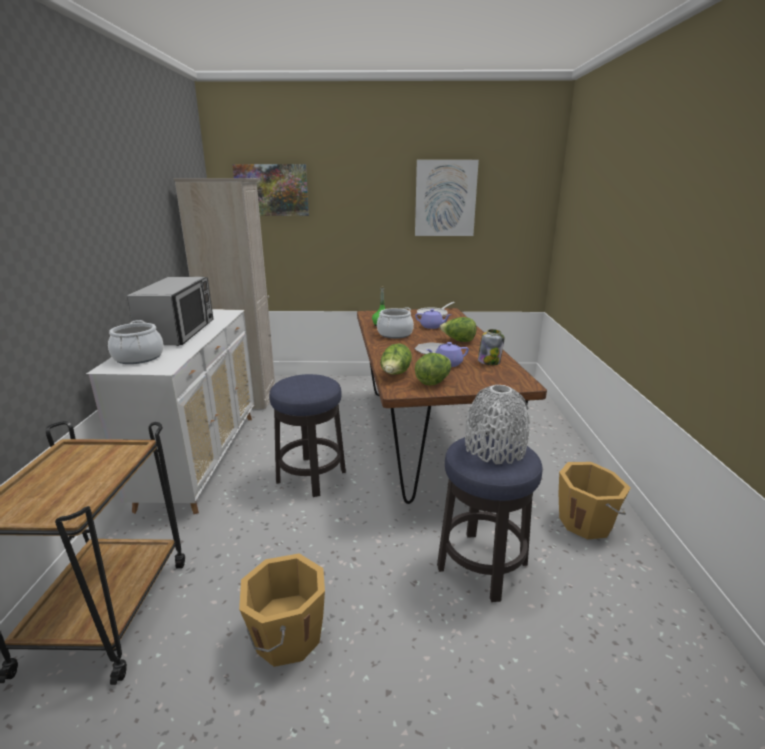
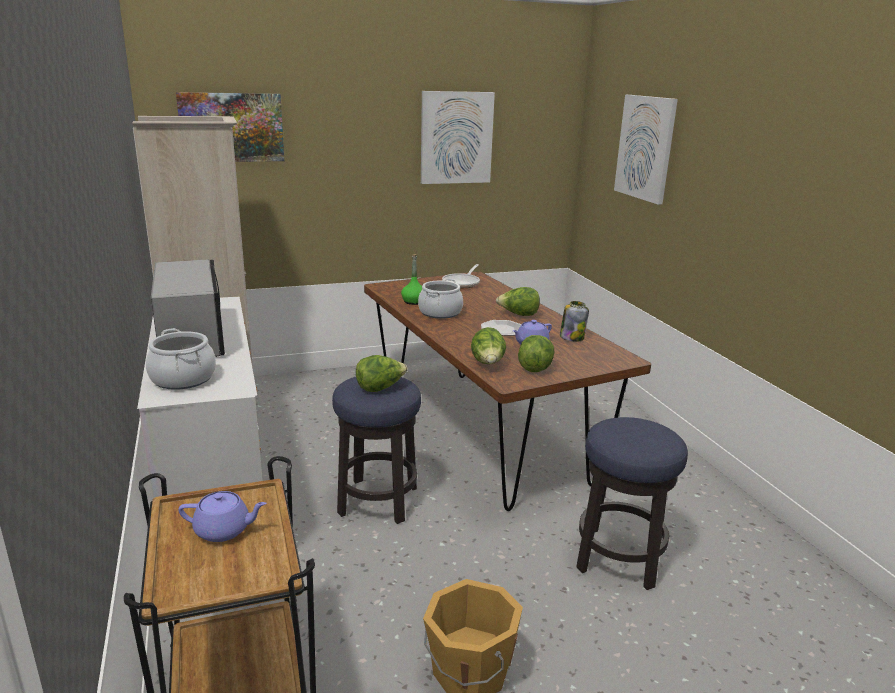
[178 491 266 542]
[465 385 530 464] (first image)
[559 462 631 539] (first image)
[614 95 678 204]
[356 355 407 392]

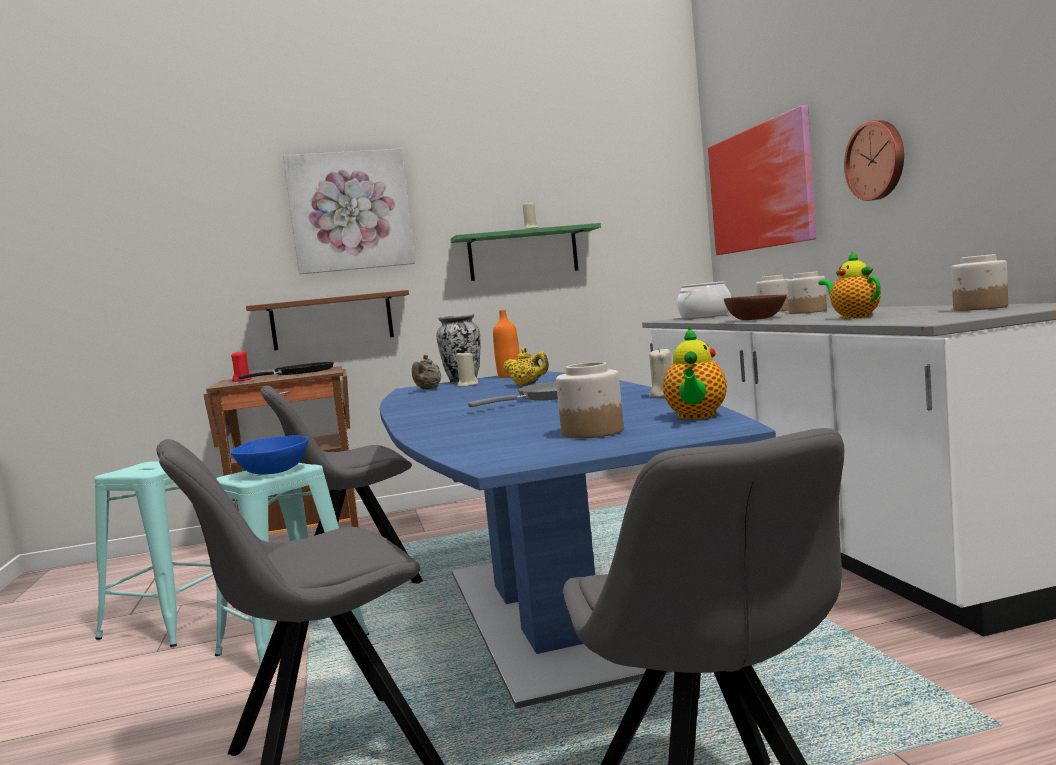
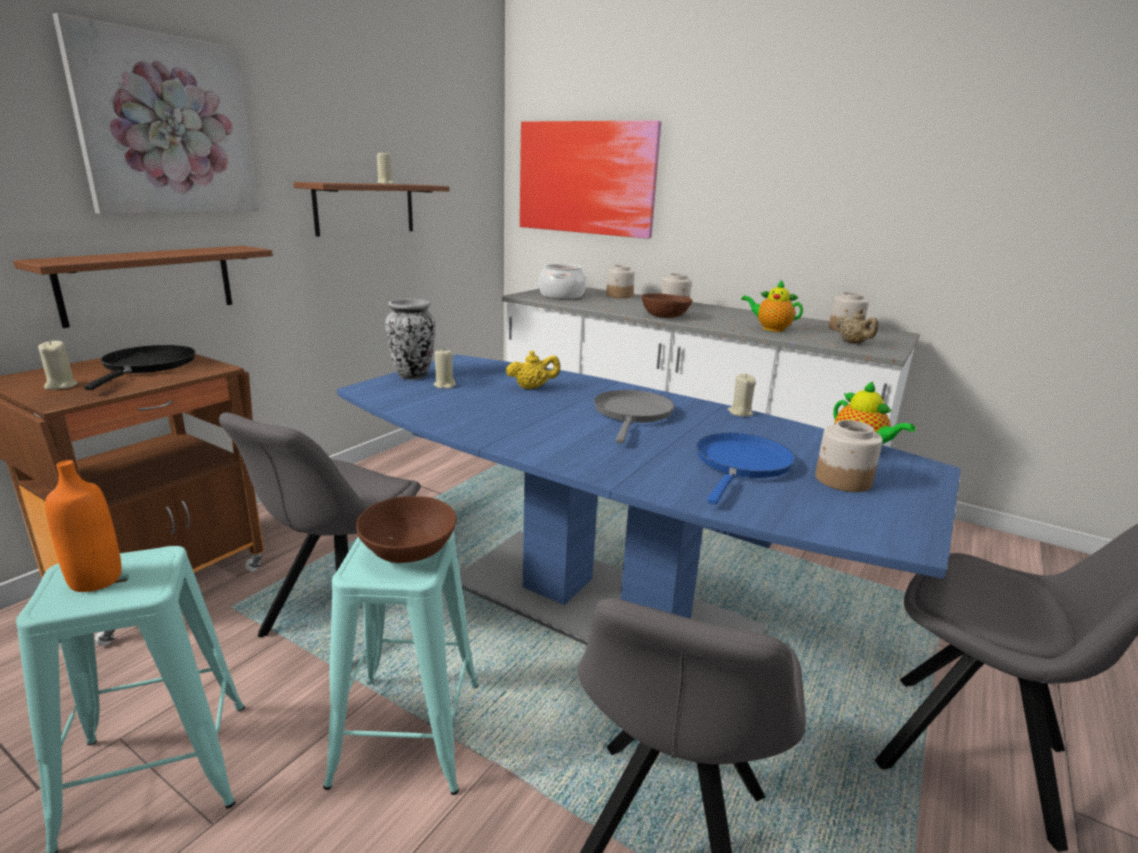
[844 120 904 201] (first image)
[293 182 450 237]
[45 460 122 592]
[38 340 78 390]
[836 309 879 344]
[356 496 457 563]
[696 433 795 504]

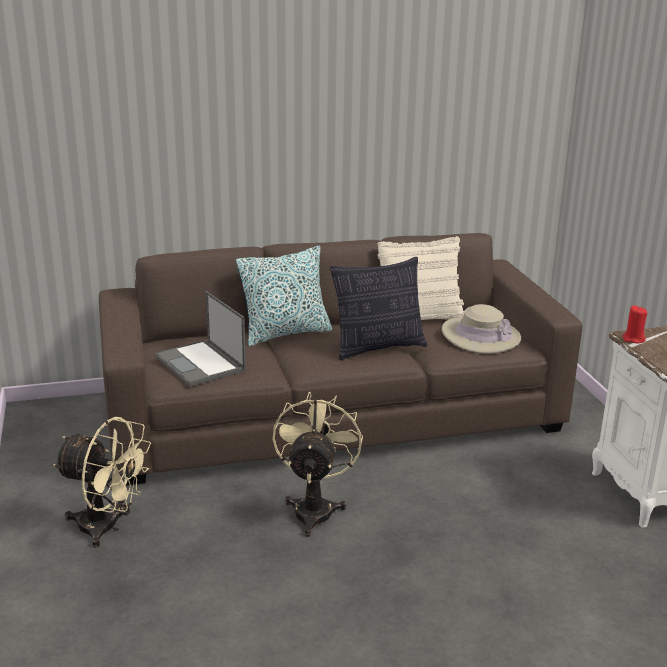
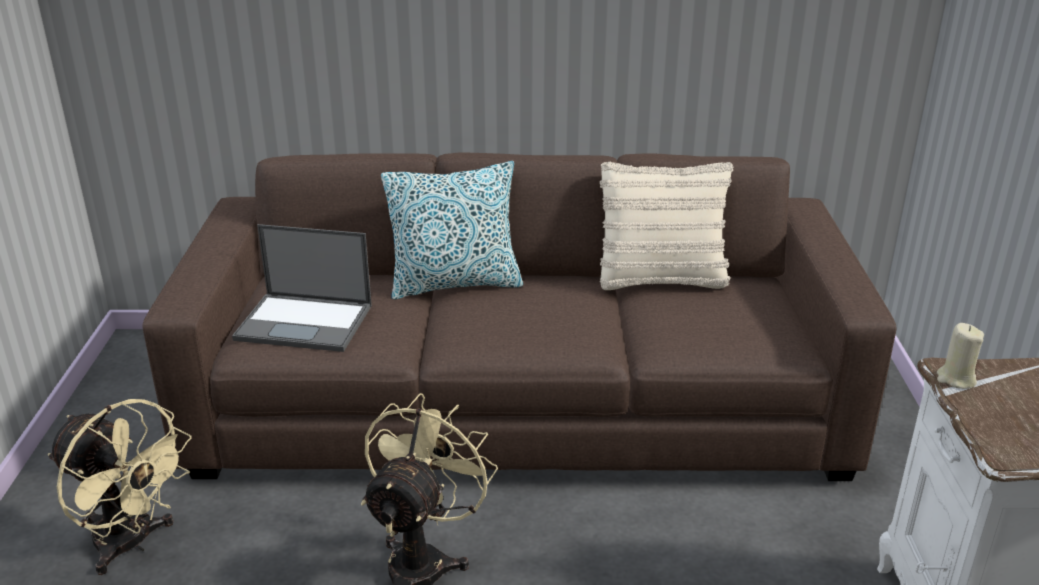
[330 257 427 360] (first image)
[232 224 372 352]
[442 304 521 354] (first image)
[937 323 984 389]

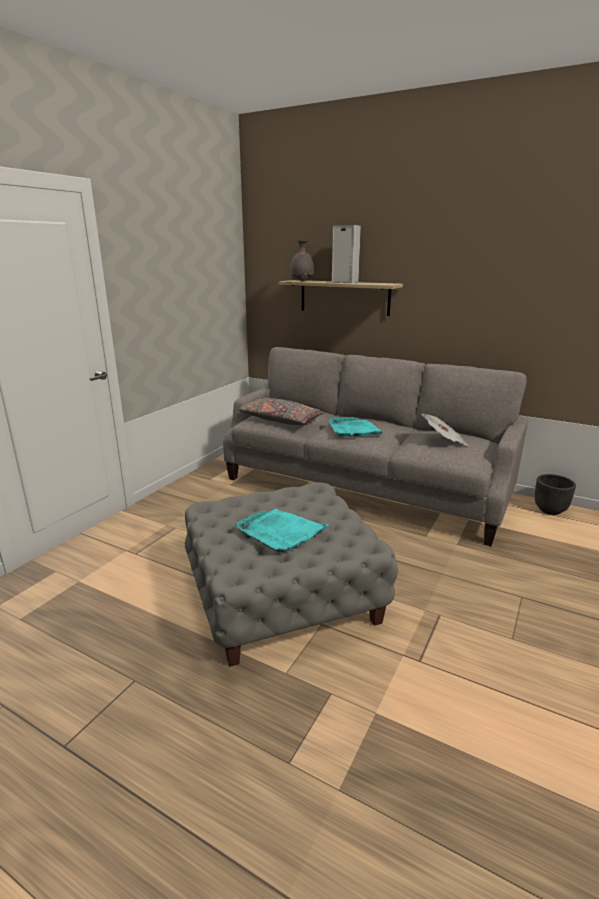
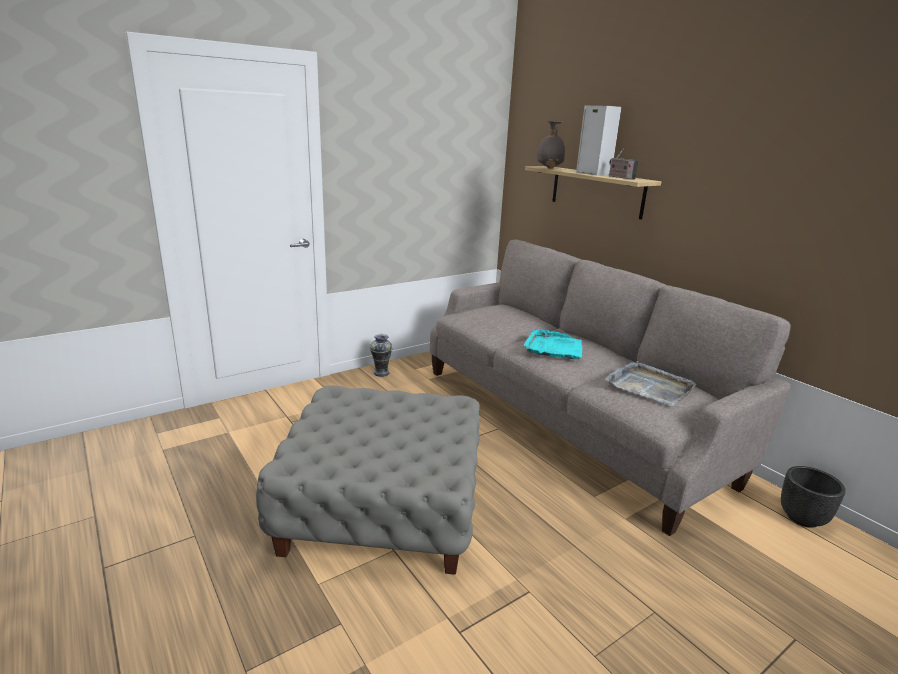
[239 398 324 425] (first image)
[605 361 696 406]
[235 509 329 553] (first image)
[609 149 638 180]
[370 334 393 377]

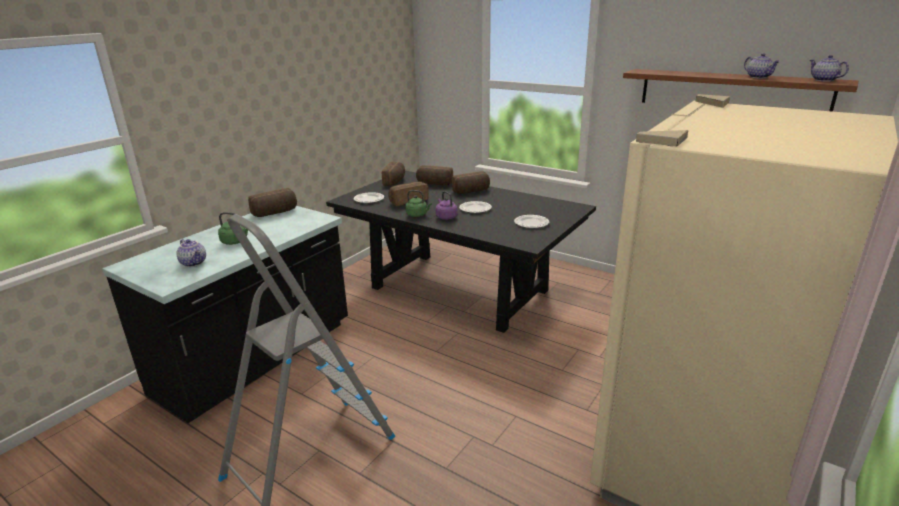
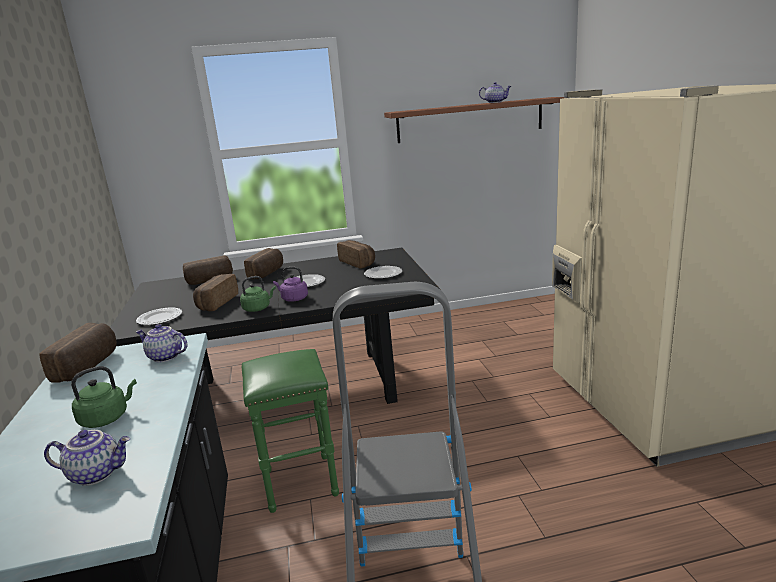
[136 324 187 363]
[337 240 375 269]
[242 349 339 513]

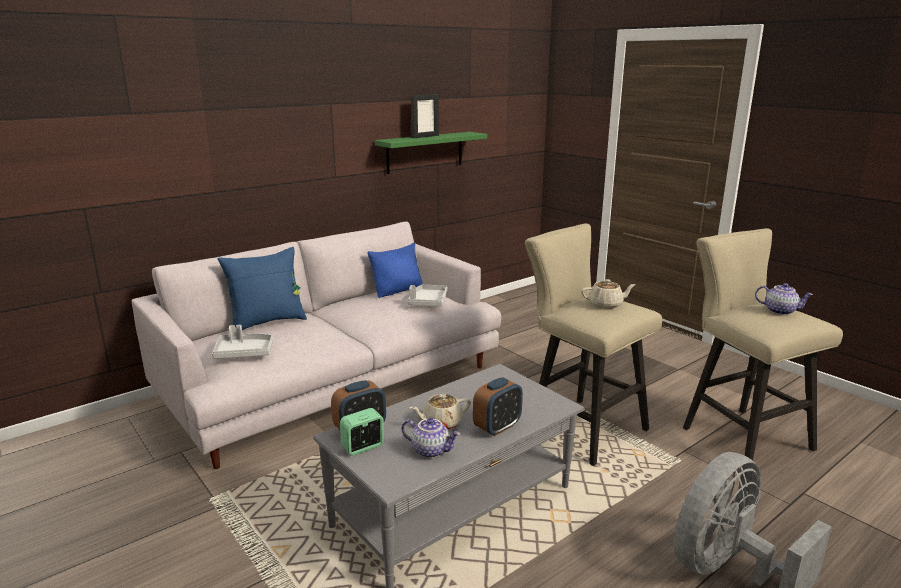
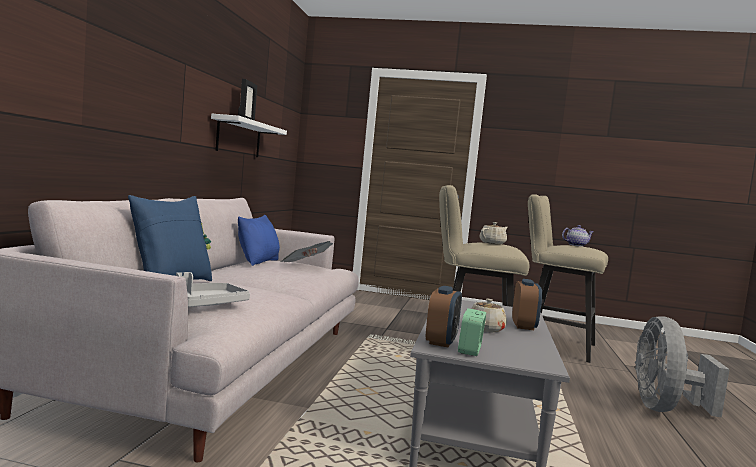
[211 114 287 157]
[280 241 333 262]
[402 418 460 458] (first image)

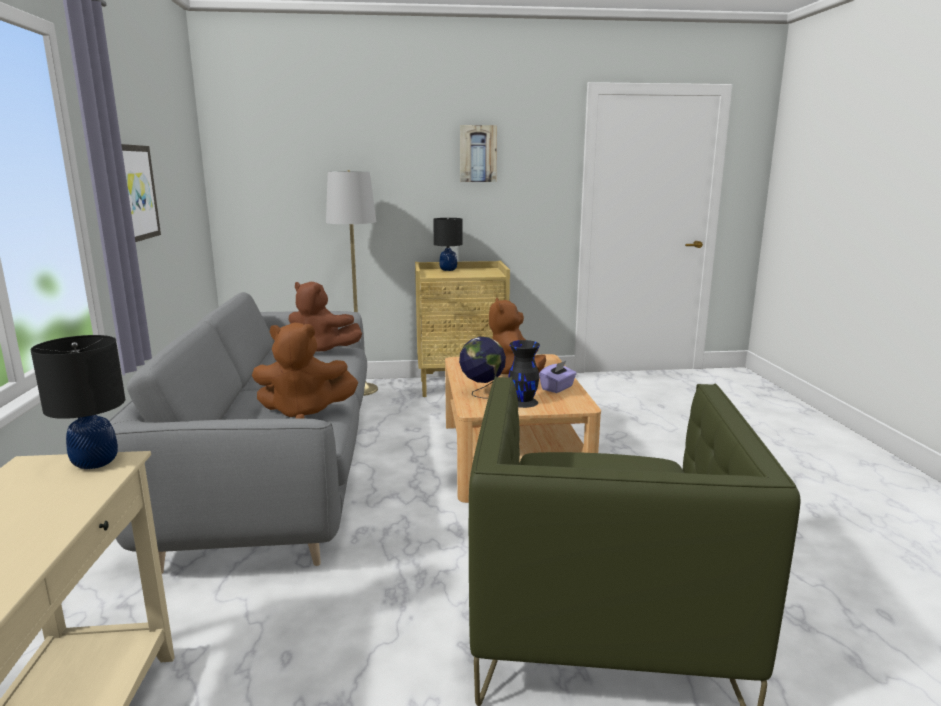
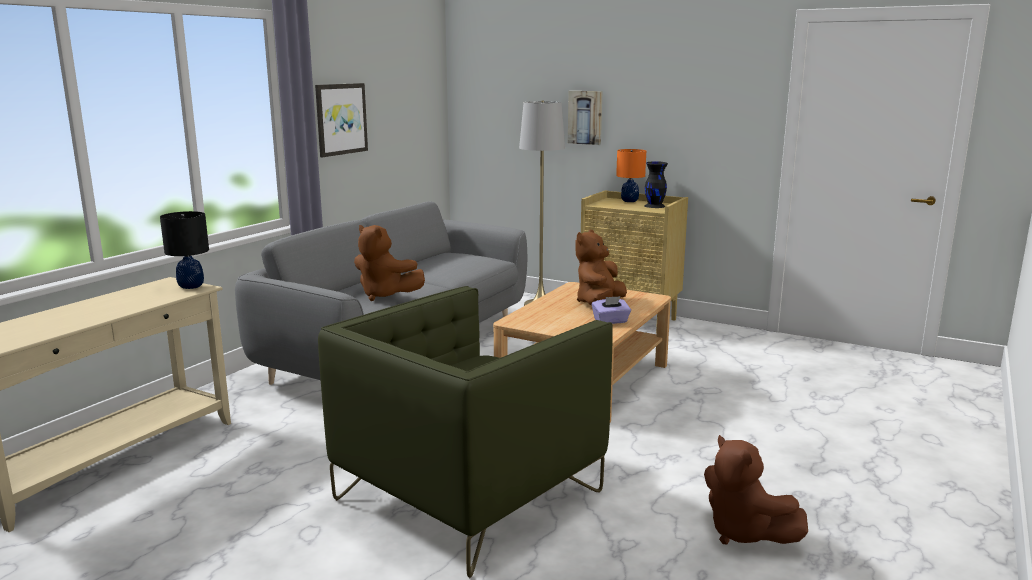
[568 91 603 145]
[616 149 646 202]
[704 435 808 545]
[459 337 506 398] (first image)
[644 161 668 208]

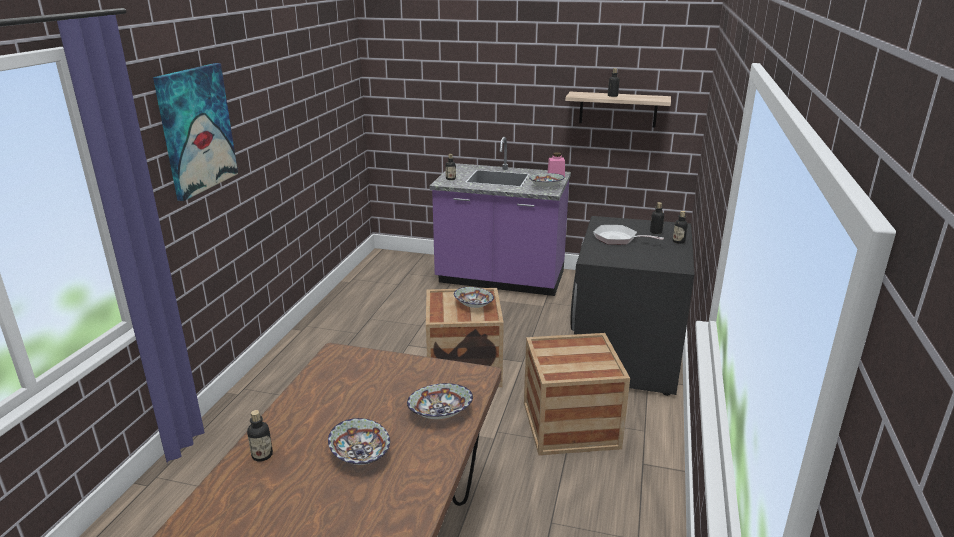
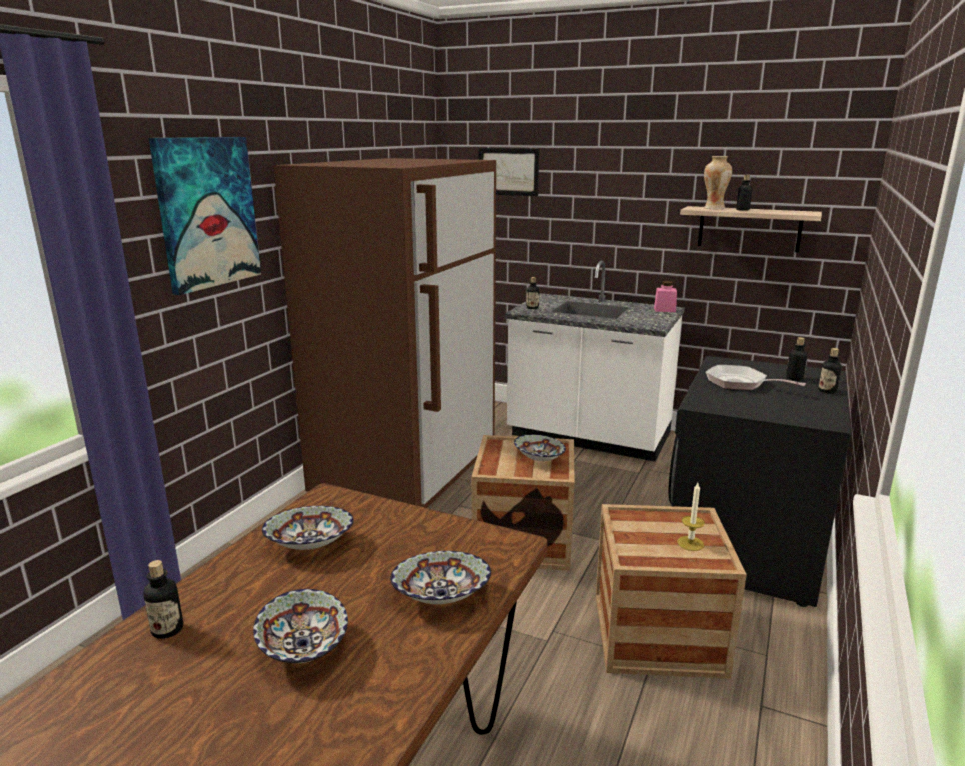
[505 261 685 461]
[262 506 354 550]
[479 148 539 196]
[704 156 732 209]
[273 158 496 508]
[677 483 705 551]

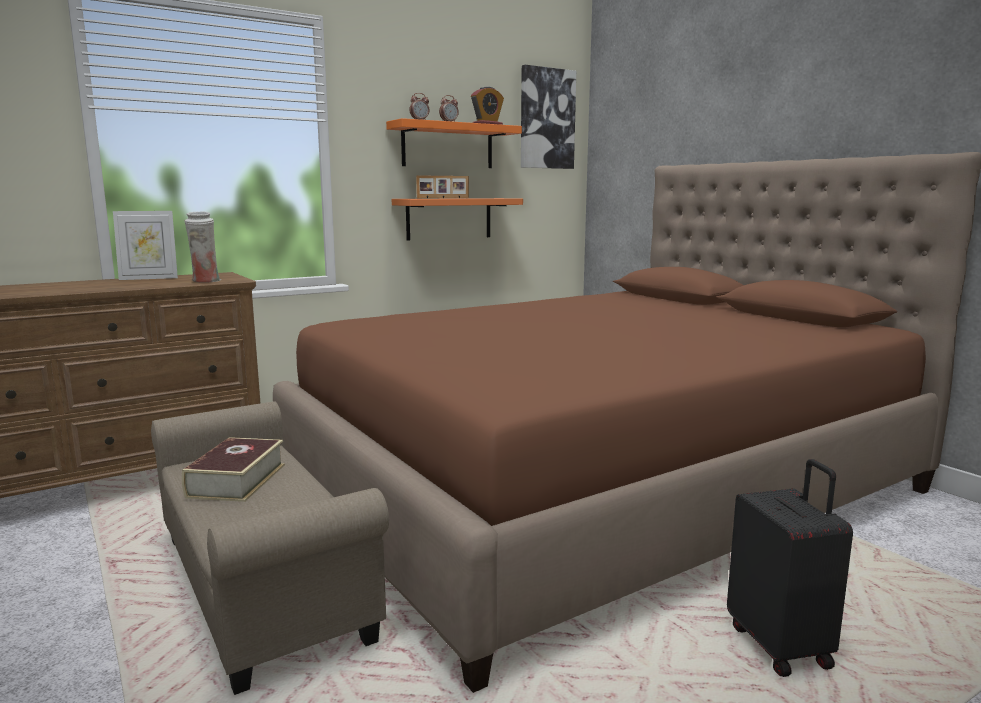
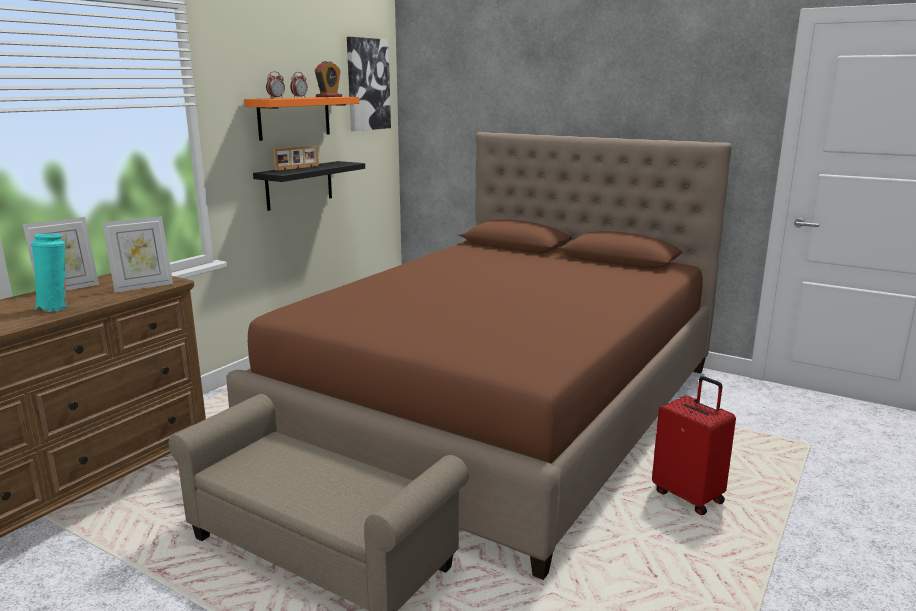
[253 161 365 211]
[102 216 173 293]
[182 437 285 502] (first image)
[652 376 736 515]
[31 234 68 312]

